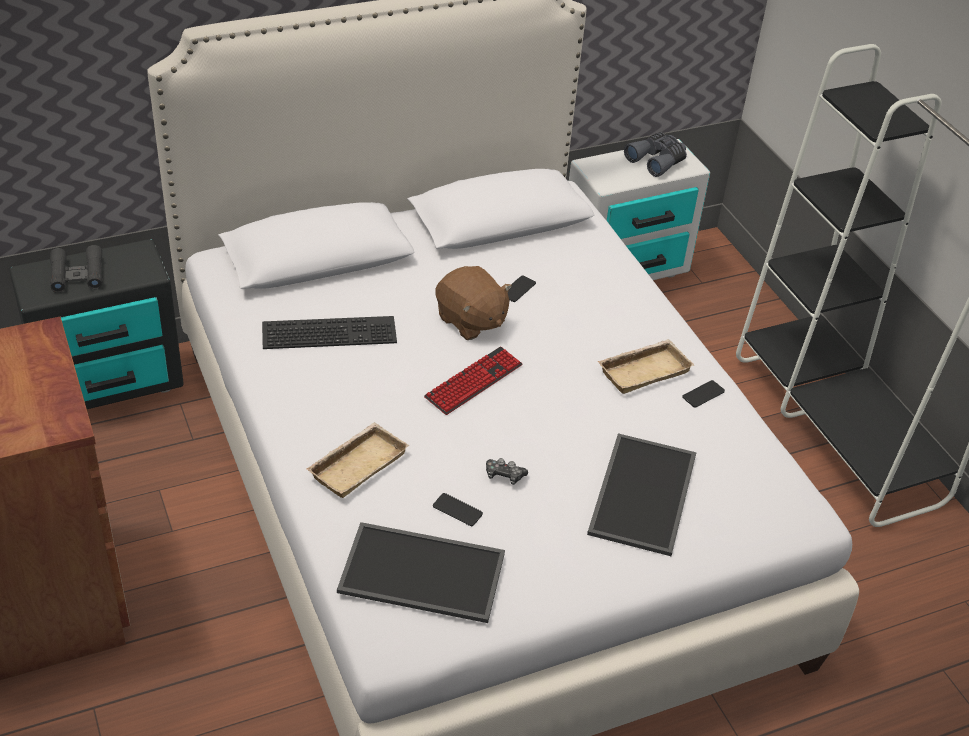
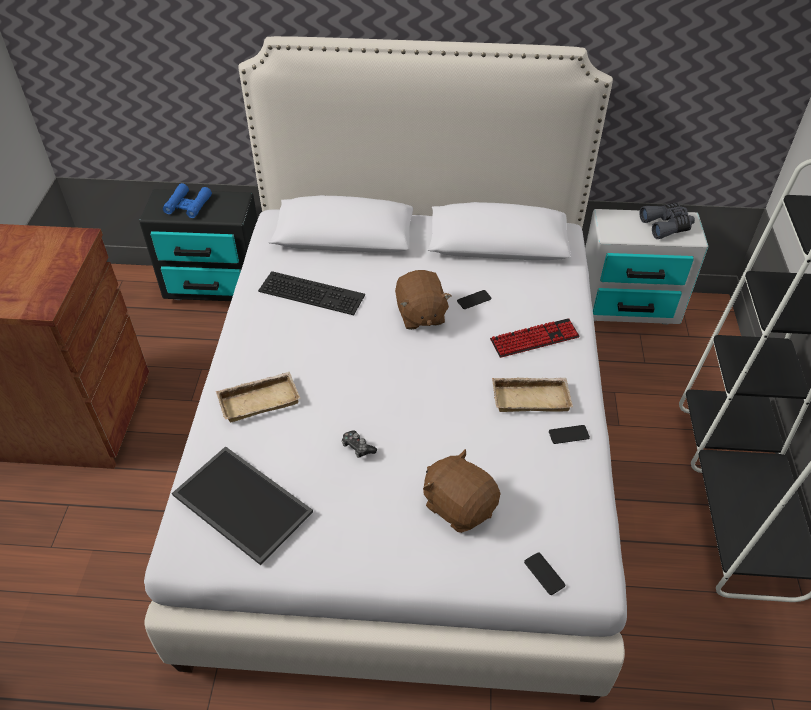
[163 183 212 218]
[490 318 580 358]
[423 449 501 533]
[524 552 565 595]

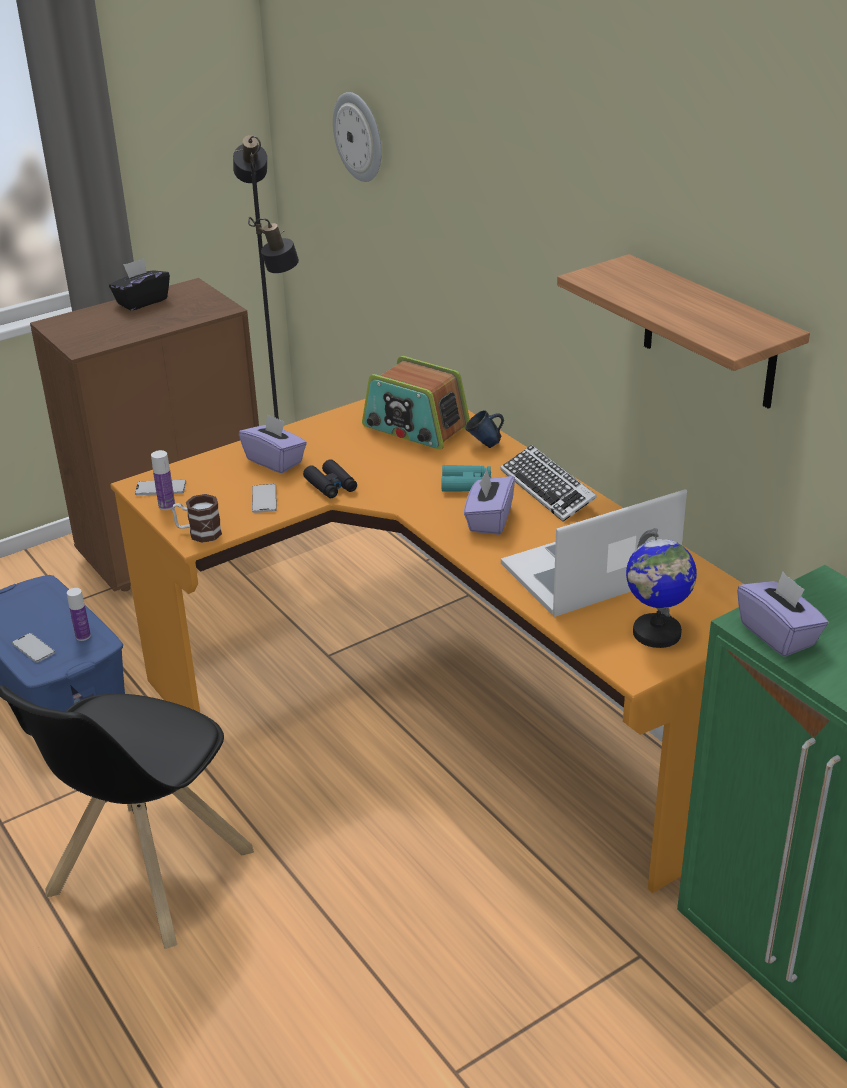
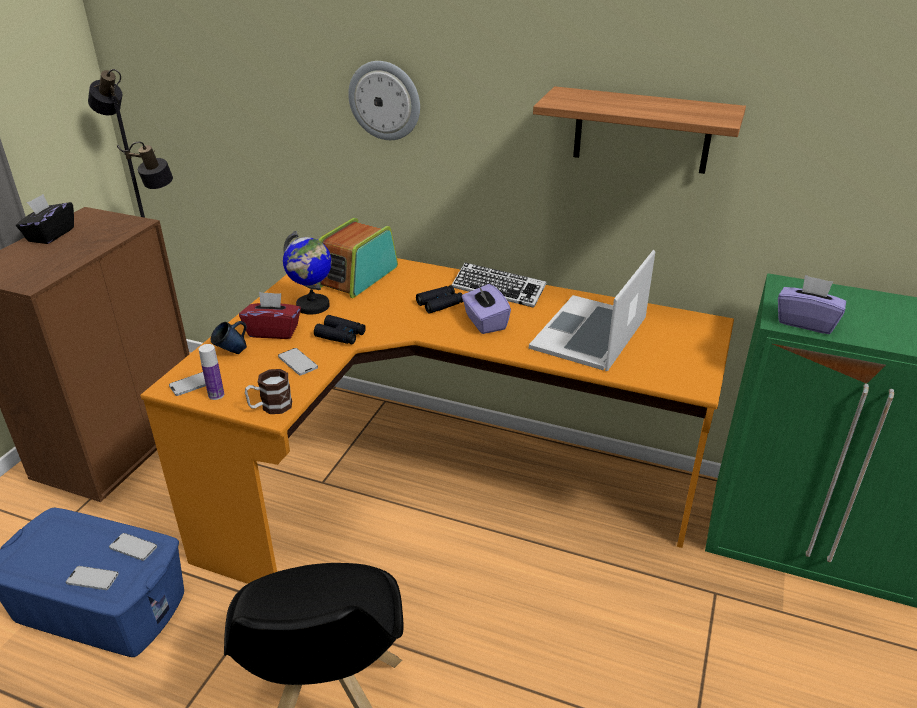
[348 61 420 140]
[316 218 398 298]
[210 321 247 354]
[239 292 301 339]
[416 285 463 314]
[283 231 332 315]
[109 533 157 561]

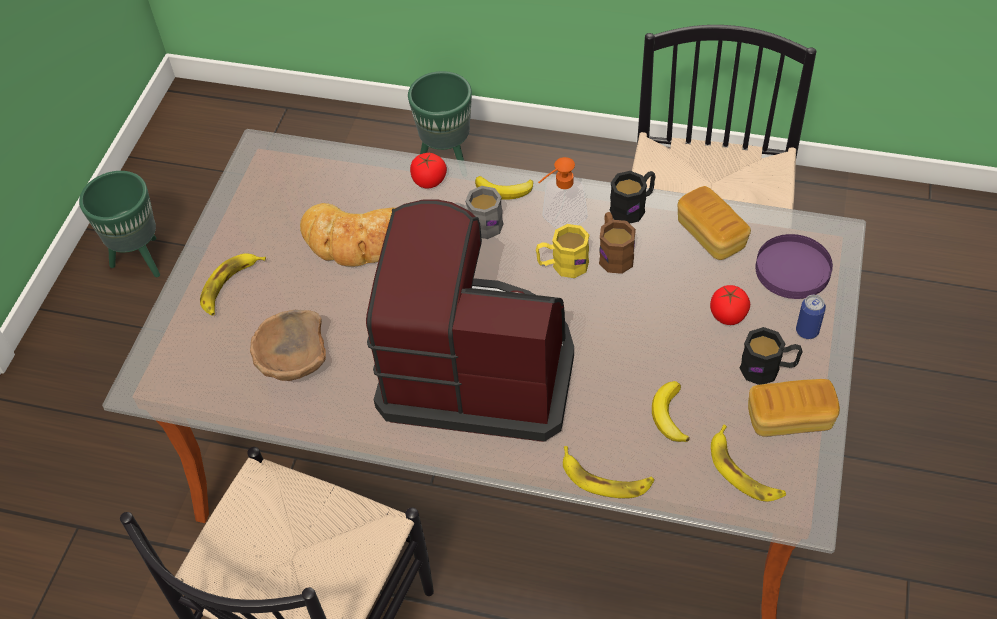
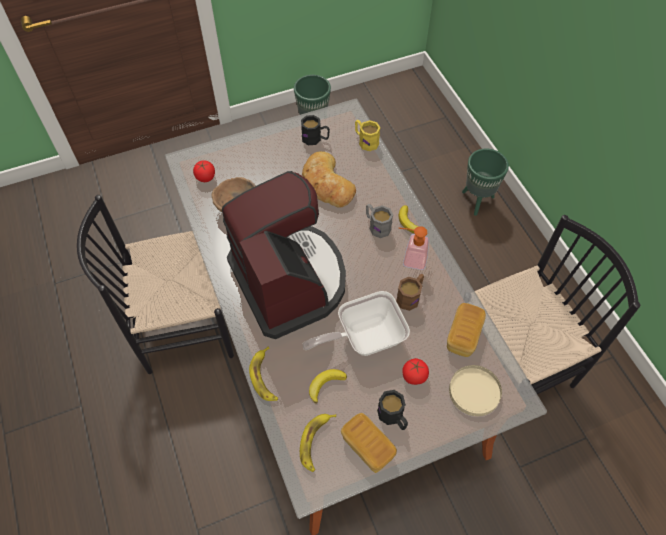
[193 160 215 182]
[301 115 330 145]
[355 120 380 151]
[449 365 502 416]
[200 253 266 316] (first image)
[796 295 826 339] (first image)
[302 291 410 356]

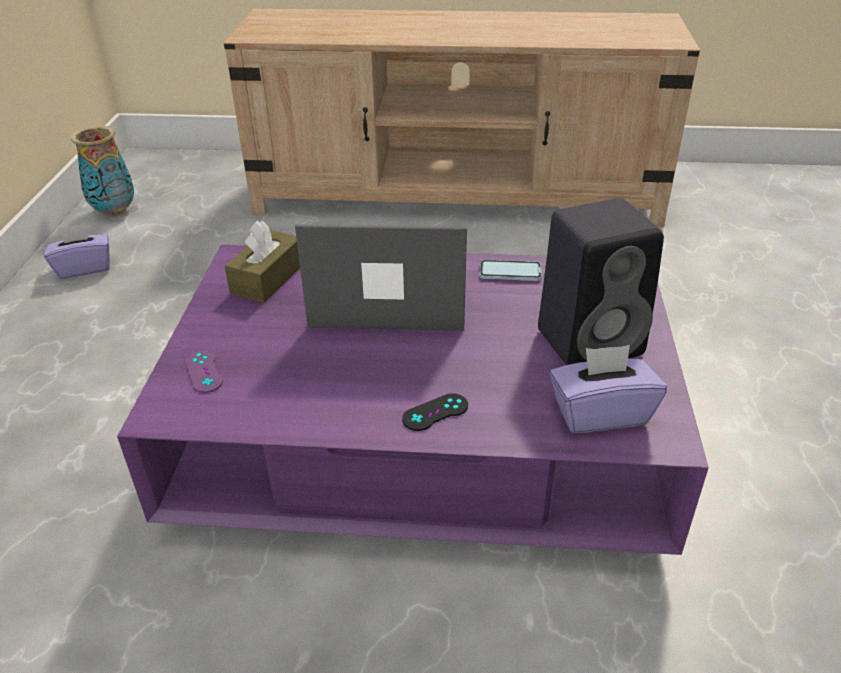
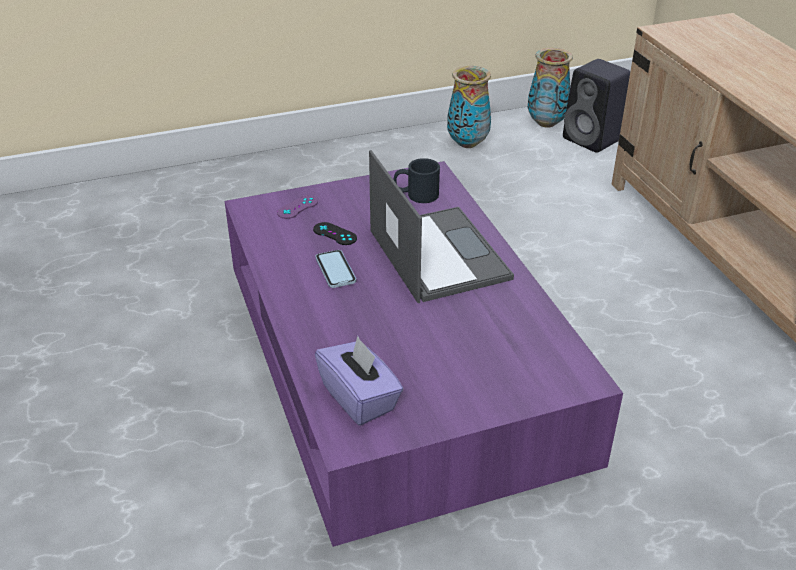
[563 59 630 153]
[393 158 440 203]
[447 66 491 148]
[315 250 356 288]
[313 222 357 245]

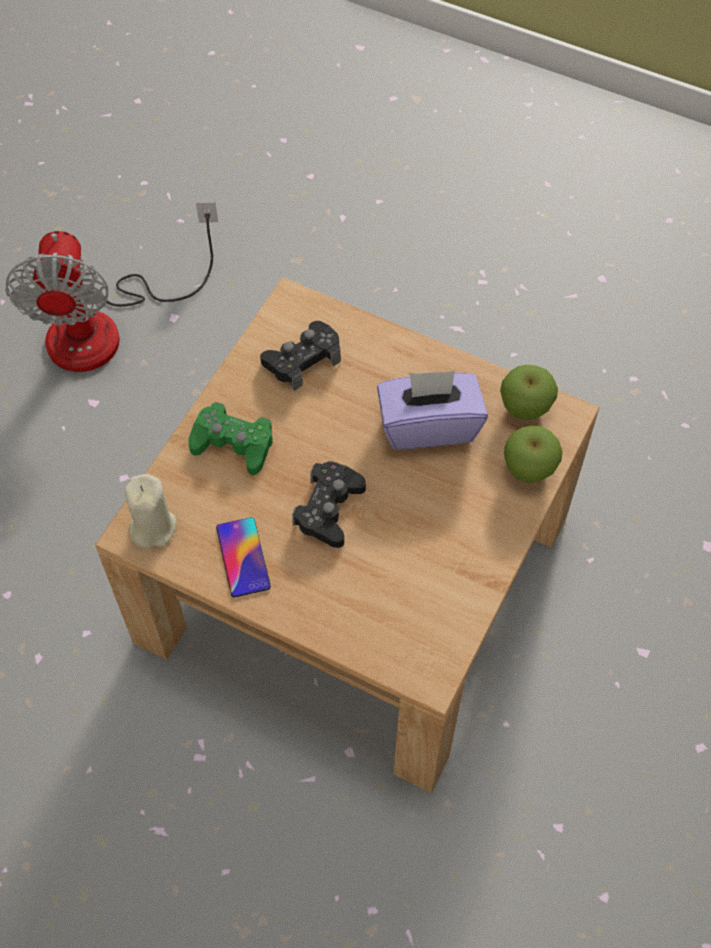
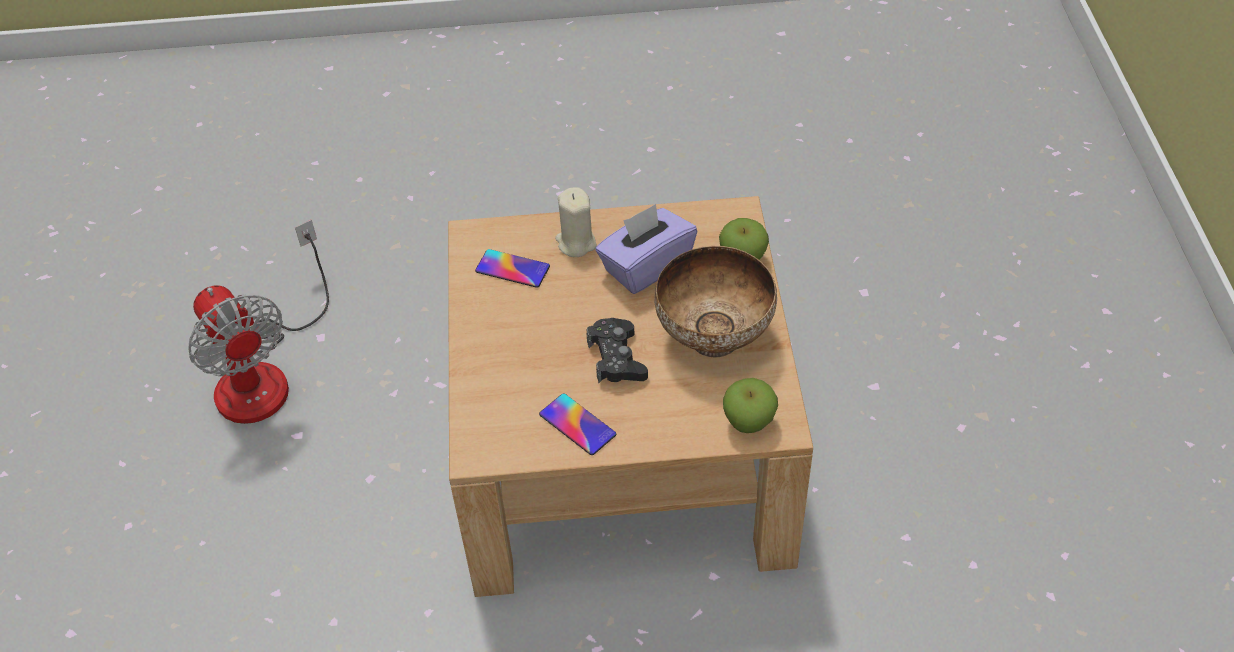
[475 249 550 288]
[723 378 778 433]
[188 402 273 475] (first image)
[555 187 597 257]
[654 246 777 357]

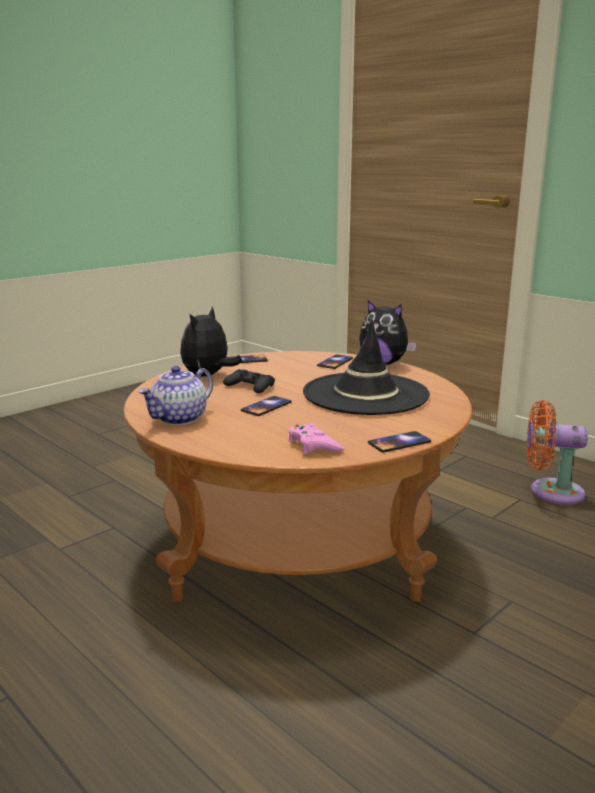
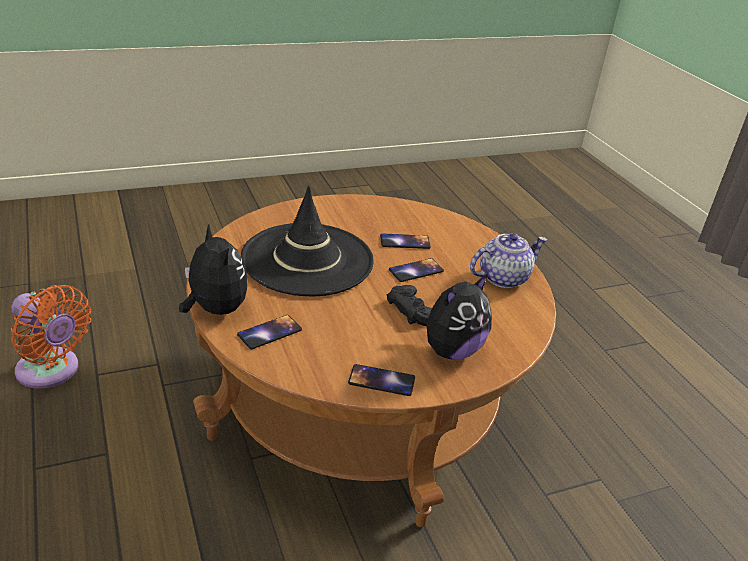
[288 423 344 454] (first image)
[380 233 431 249]

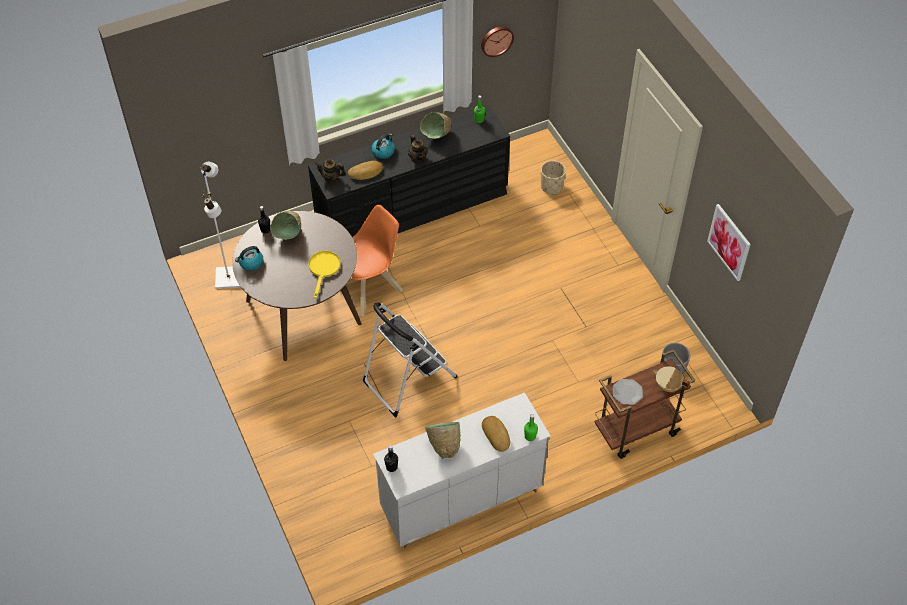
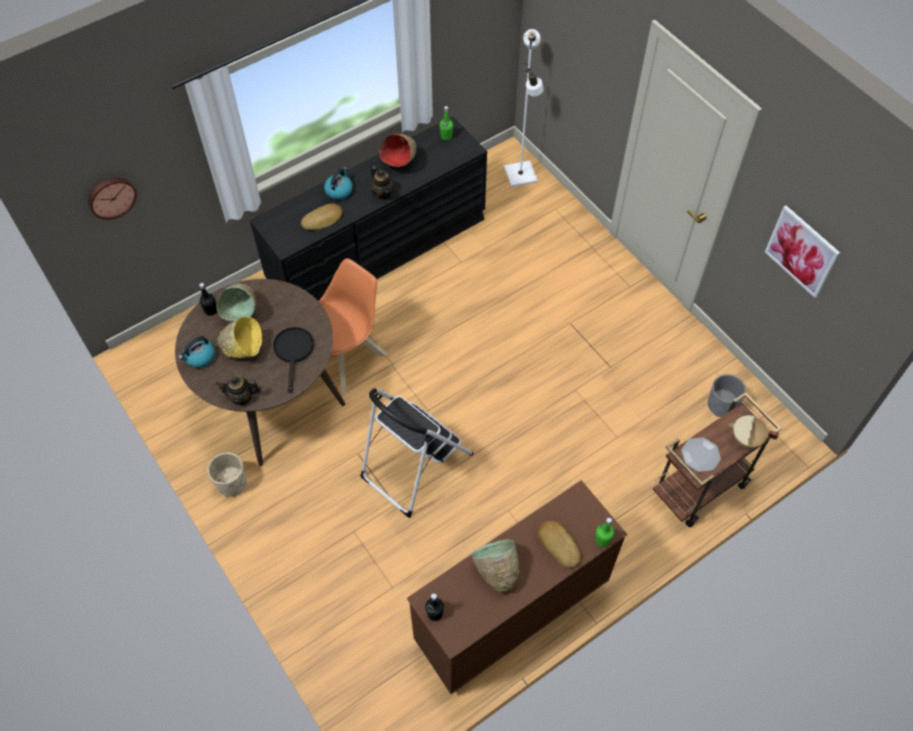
[88 178 137 220]
[379 134 417 167]
[216 375 261 406]
[208 452 247 497]
[504 29 544 187]
[273 327 314 393]
[406 480 628 694]
[217 317 262 358]

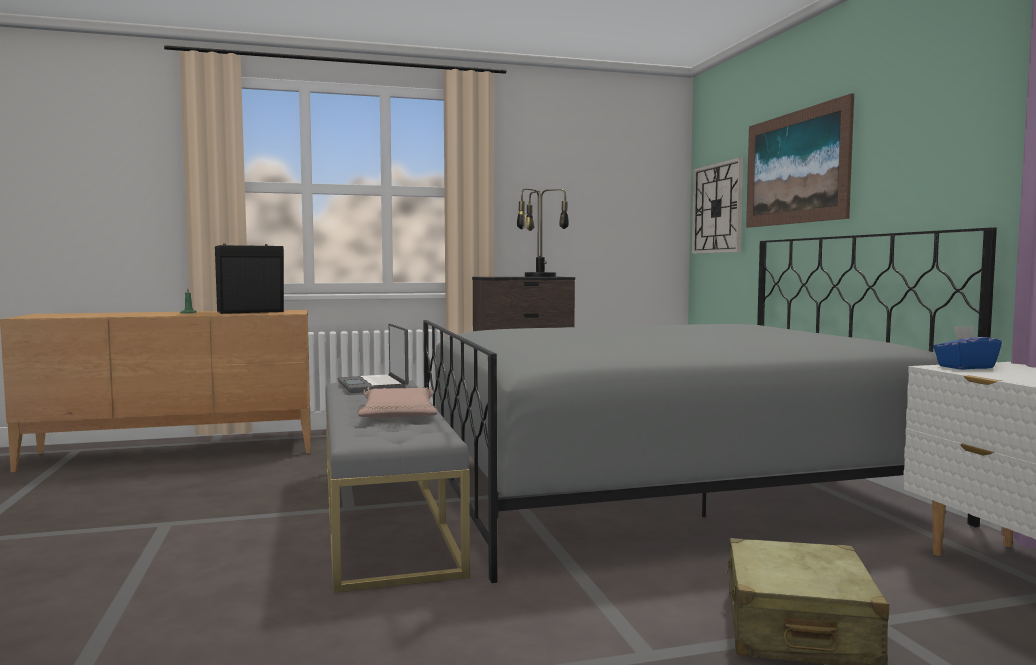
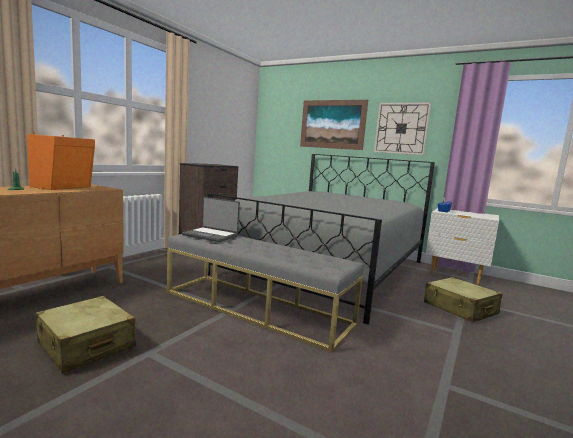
[374 103 431 155]
[517 188 569 277] (first image)
[27 132 95 190]
[357 387 438 418] (first image)
[36 296 136 373]

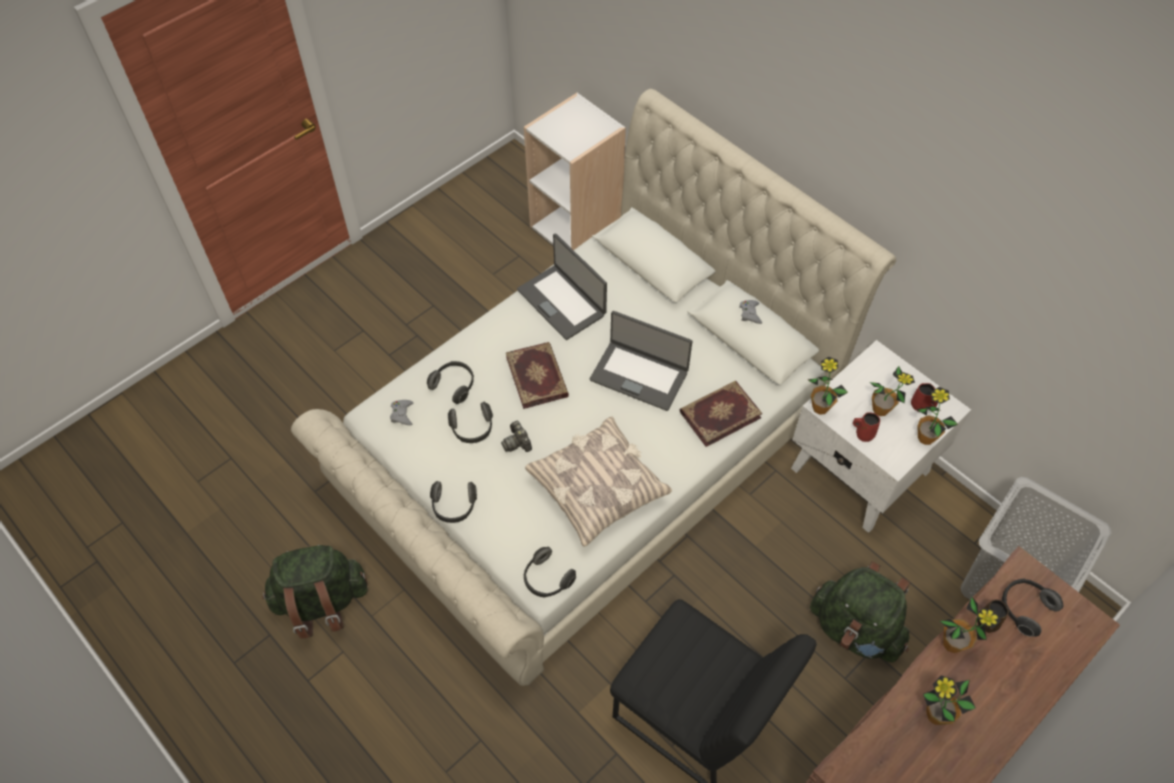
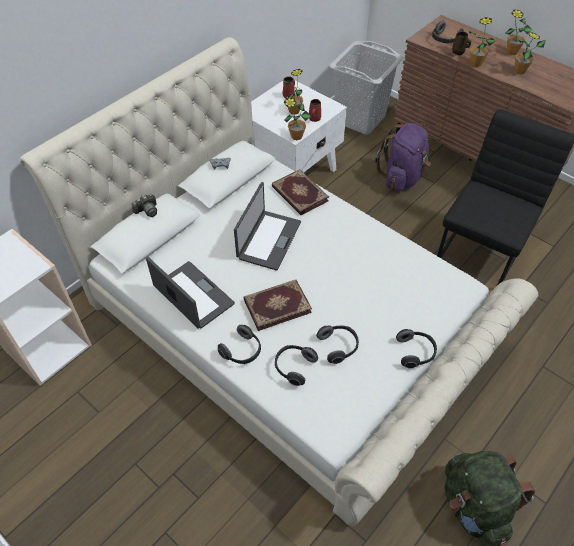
[146 256 235 329]
[505 10 532 55]
[390 400 413 425] (first image)
[525 416 672 547] (first image)
[131 194 157 217]
[218 325 261 364]
[375 123 431 191]

